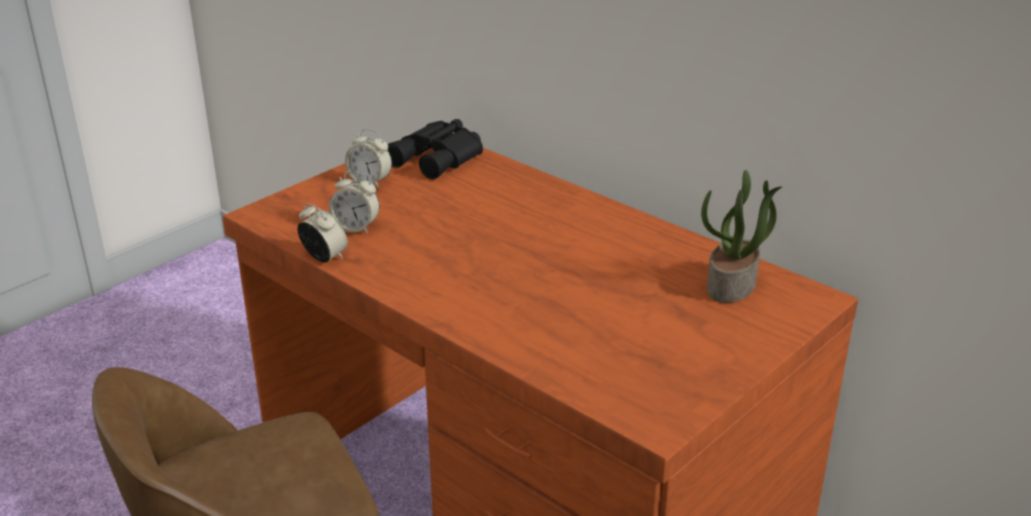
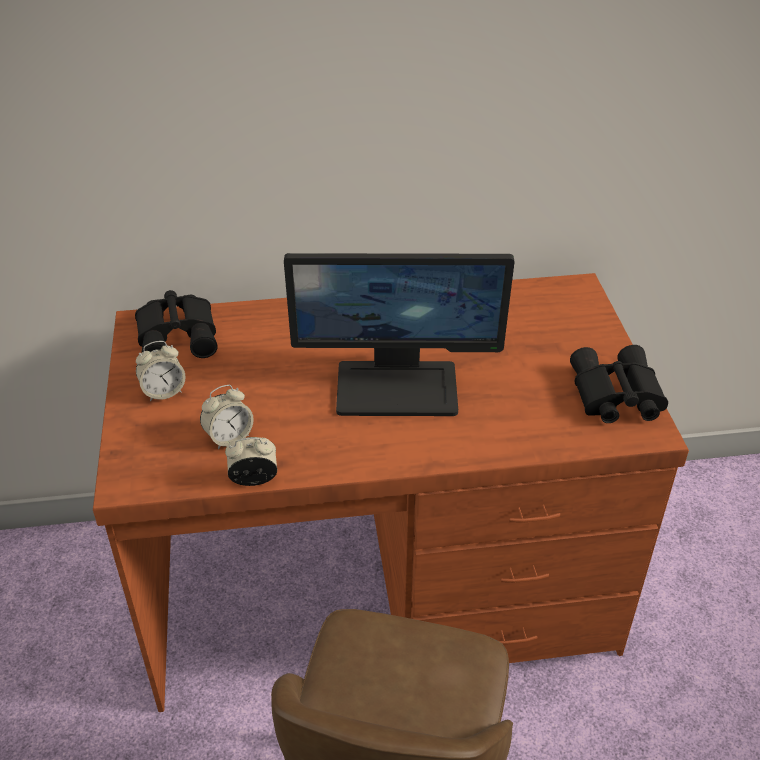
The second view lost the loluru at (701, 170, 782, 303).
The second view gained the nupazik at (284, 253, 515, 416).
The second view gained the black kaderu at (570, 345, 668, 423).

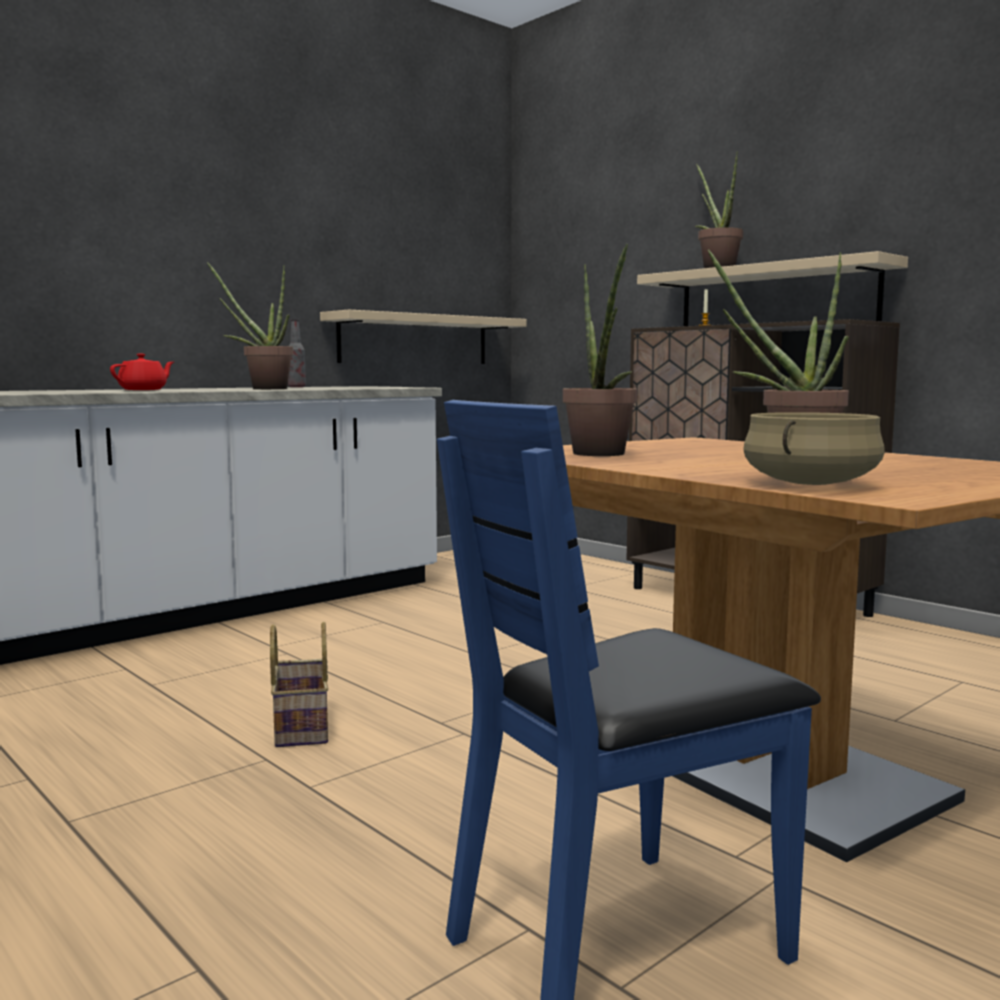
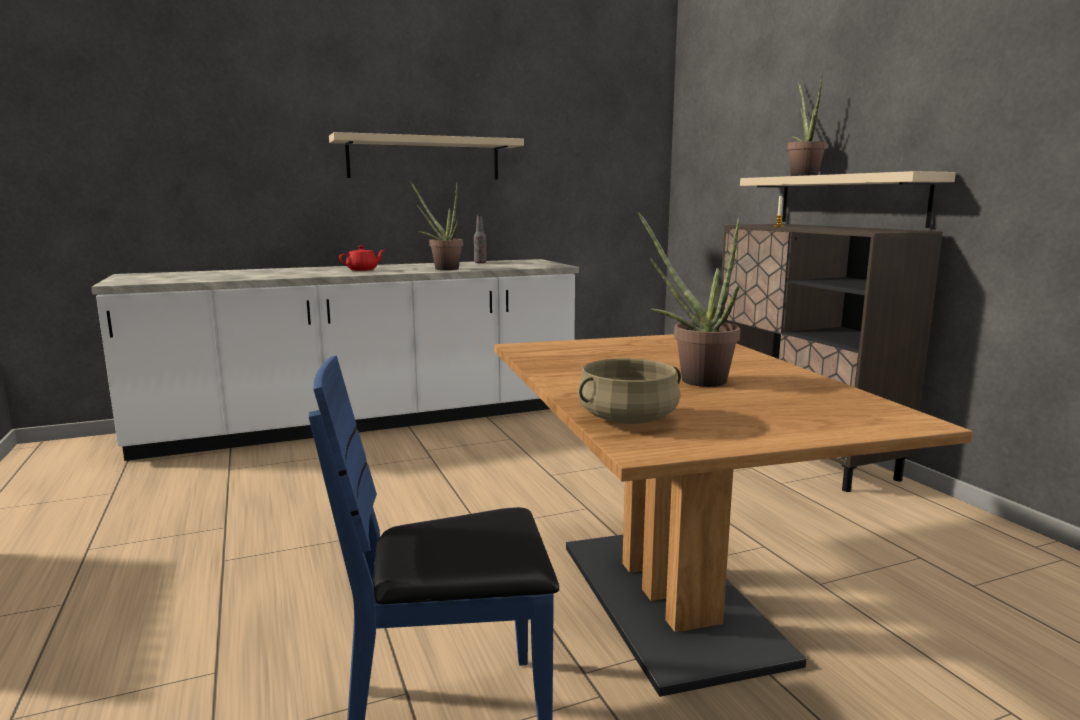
The second view lost the loluru at (562, 244, 637, 456).
The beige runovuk ended up elsewhere, having gone from (320, 310, 527, 364) to (329, 132, 524, 180).
The second view lost the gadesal at (270, 622, 328, 747).

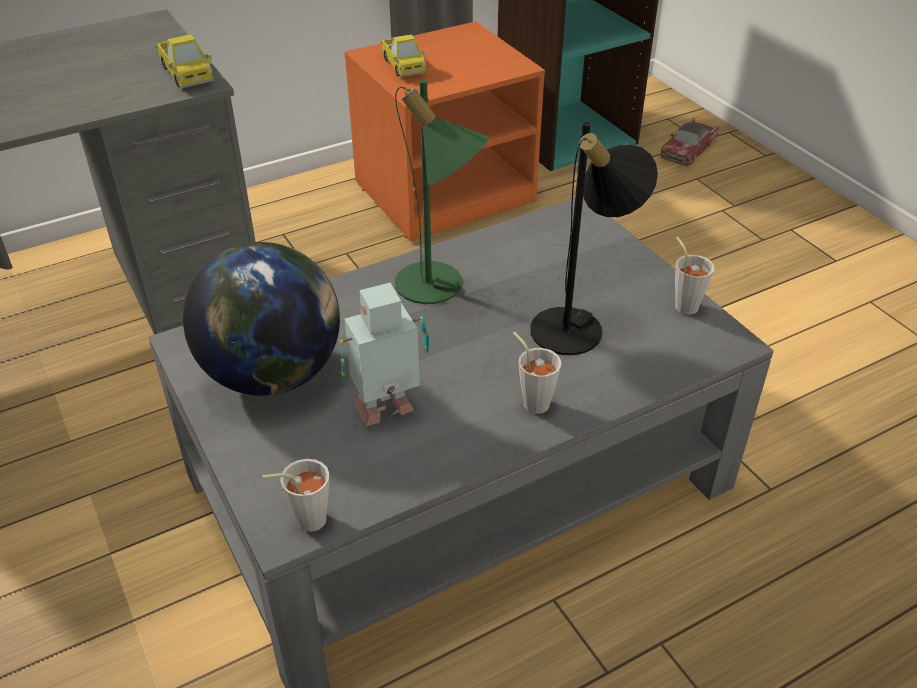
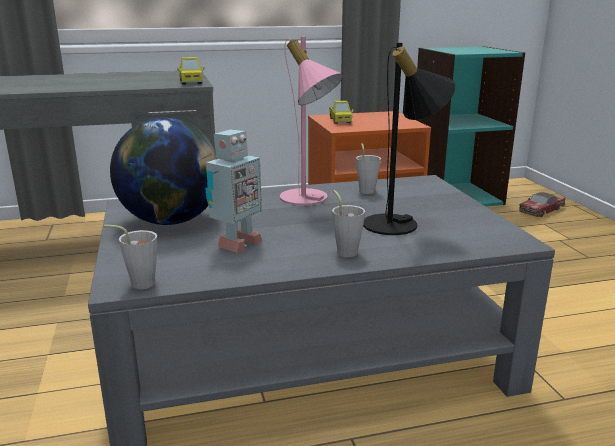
What was the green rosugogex at (395, 80, 489, 304) turned into the pink rosugogex at (280, 36, 343, 205).
The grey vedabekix ended up elsewhere, having gone from (675, 237, 715, 315) to (356, 143, 381, 194).
The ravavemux at (338, 283, 429, 426) ended up facing another way, 135 degrees clockwise from before.

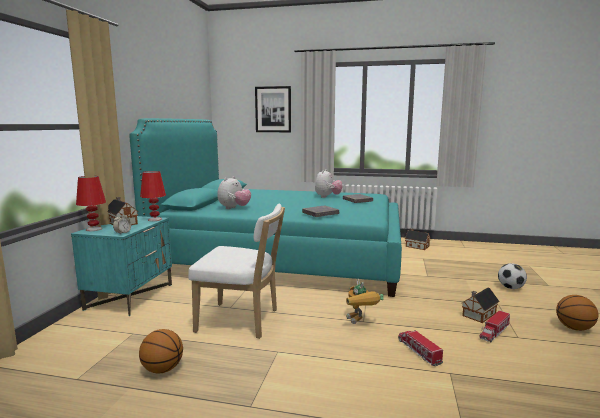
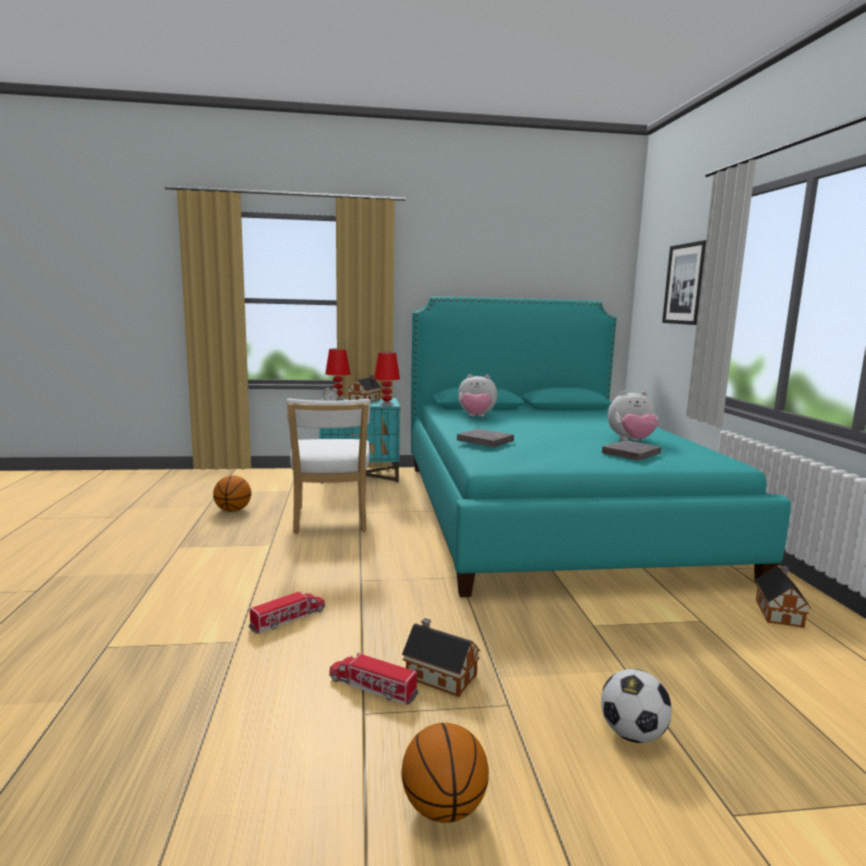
The second view lost the ravavemux at (346, 279, 384, 324).

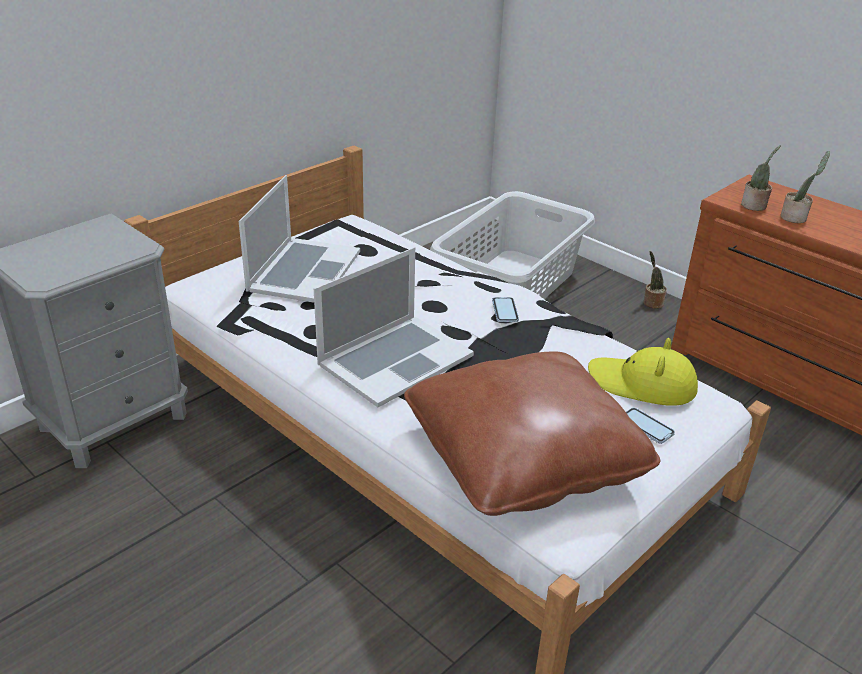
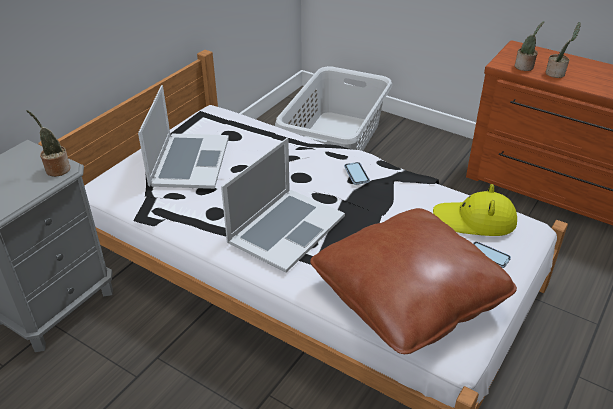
The loluru ended up elsewhere, having gone from (644, 251, 667, 309) to (26, 110, 70, 177).

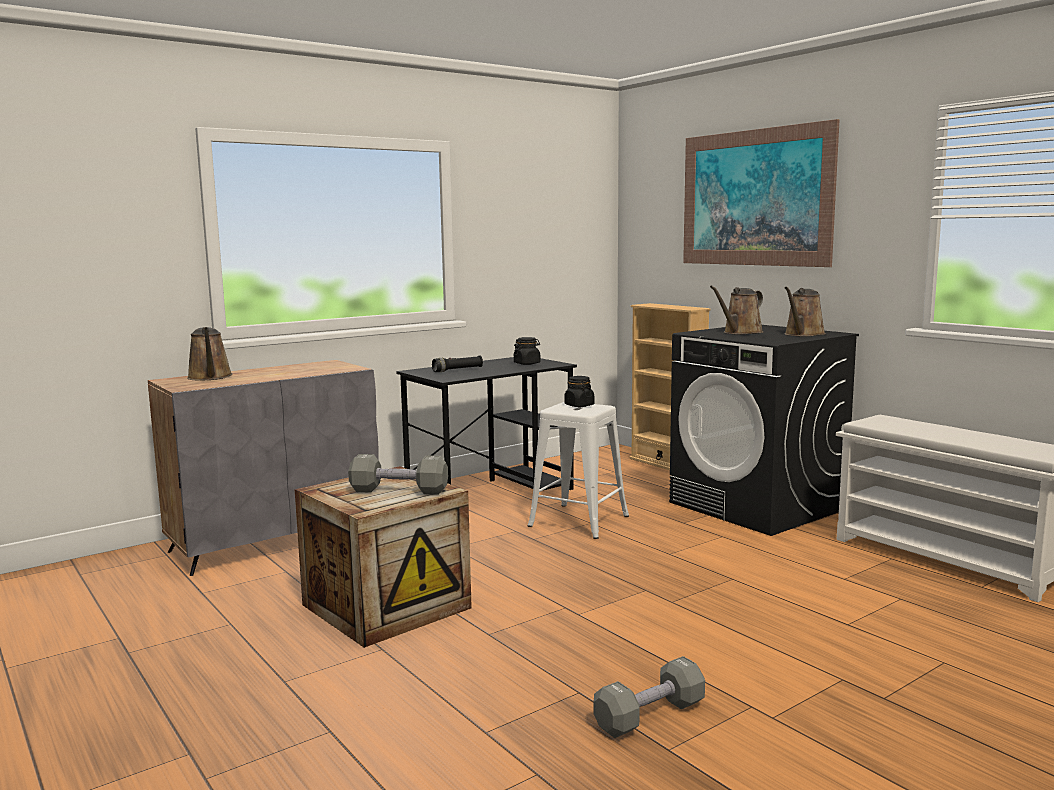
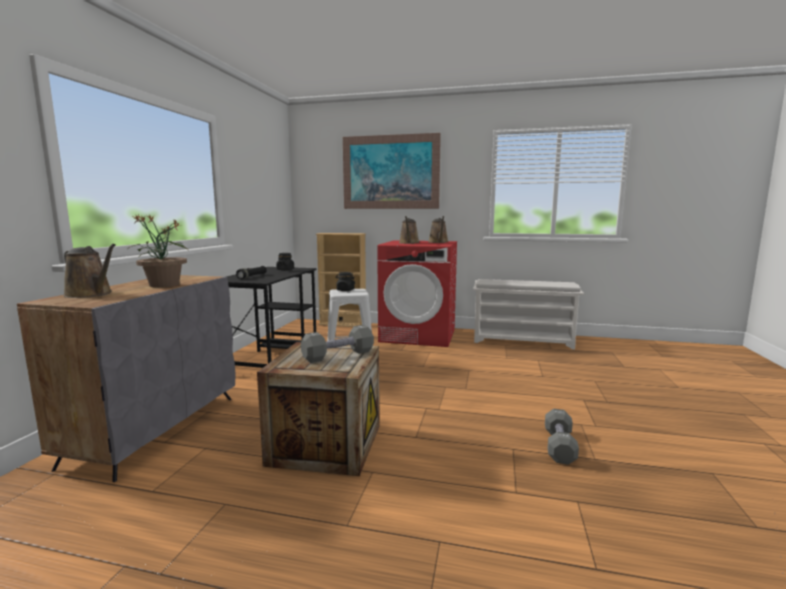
What was the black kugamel at (669, 325, 859, 536) turned into the red kugamel at (377, 240, 457, 347).
The second view gained the loluru at (127, 214, 189, 287).

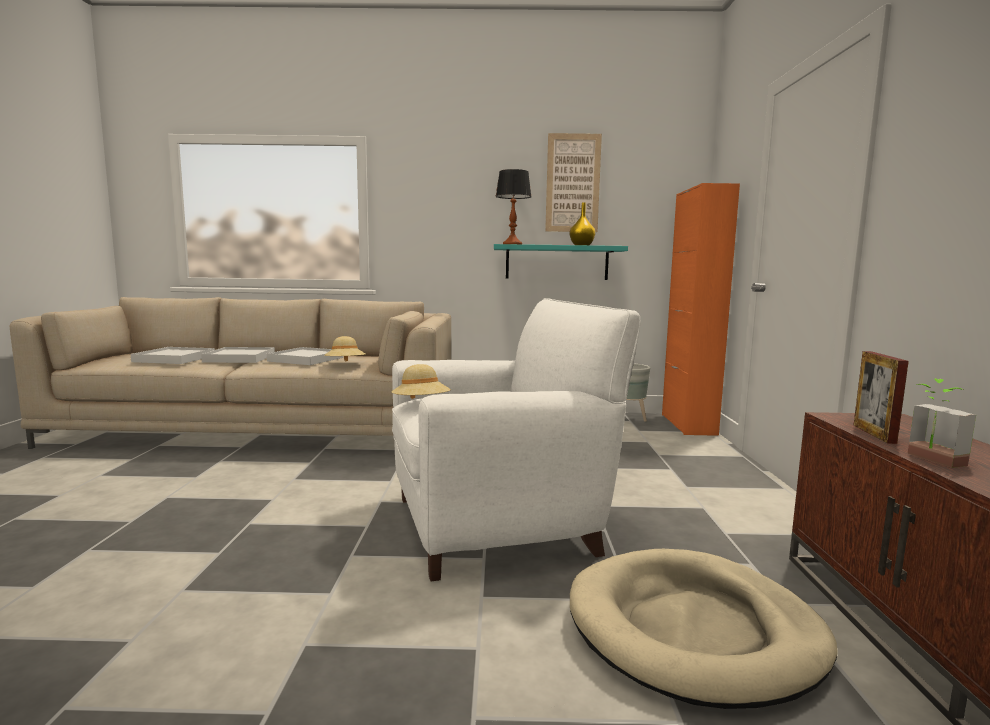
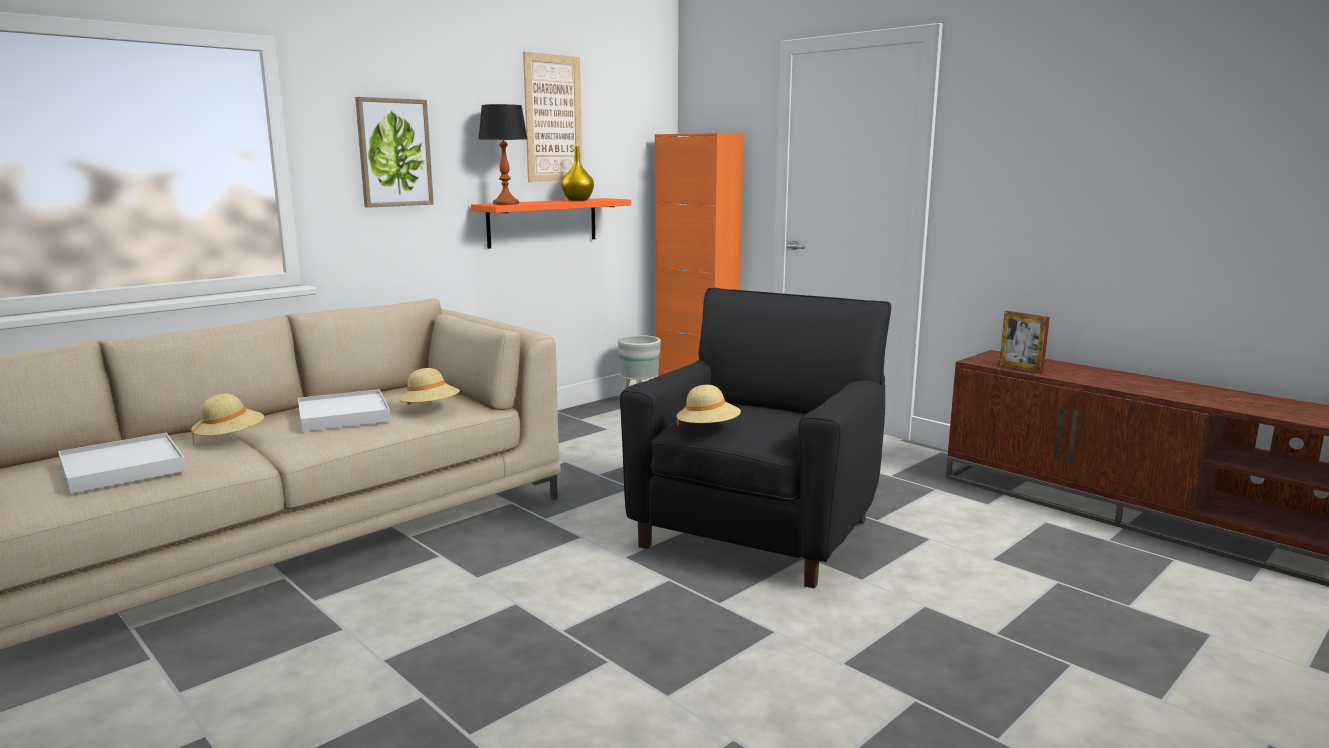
What was the turquoise runovuk at (494, 244, 628, 280) turned into the orange runovuk at (471, 198, 631, 249).
What was the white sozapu at (392, 298, 641, 581) turned into the black sozapu at (620, 288, 891, 588).
Where the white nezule stood at (201, 347, 275, 363), the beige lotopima came to stand at (191, 394, 264, 445).
The second view lost the loluru at (908, 378, 976, 468).
The second view lost the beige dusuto at (570, 549, 838, 709).
The second view gained the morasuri at (355, 97, 434, 208).

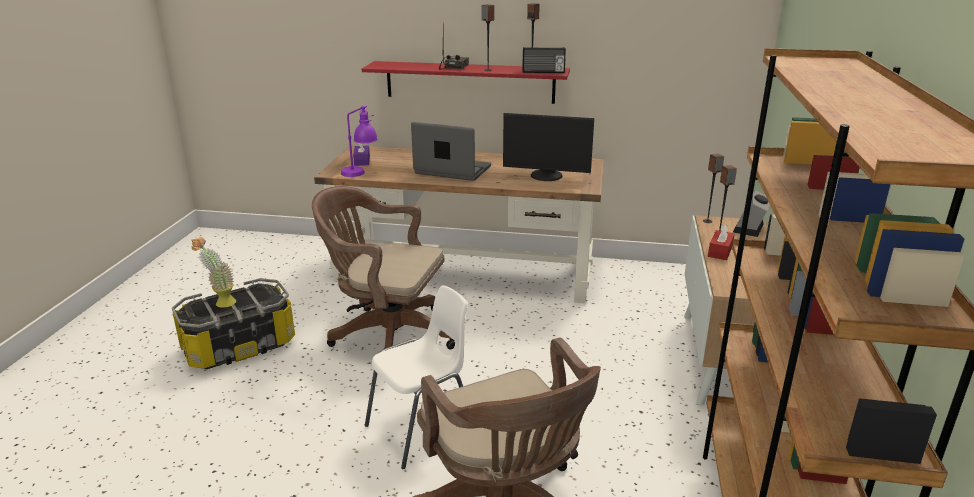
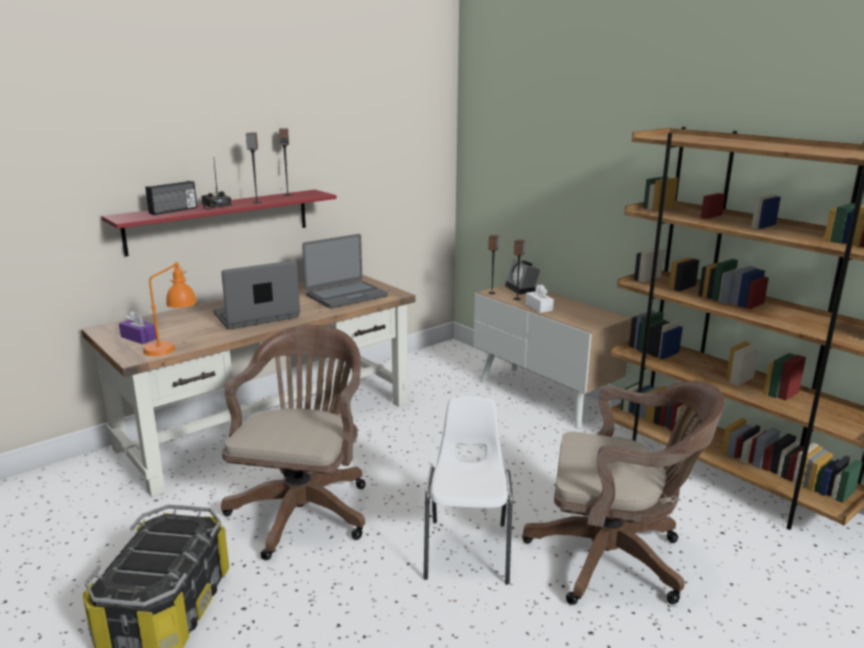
The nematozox ended up elsewhere, having gone from (522, 47, 566, 73) to (145, 181, 197, 215).
What was the purple rosugogex at (341, 106, 378, 177) turned into the orange rosugogex at (143, 262, 197, 356).
Where the nupazik stood at (503, 113, 594, 181), the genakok came to stand at (302, 234, 388, 309).
The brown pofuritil at (312, 186, 455, 350) ended up facing another way, 135 degrees clockwise from before.
What was the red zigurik at (708, 225, 735, 260) turned into the white zigurik at (525, 284, 554, 313).
The second view lost the loluru at (192, 237, 236, 308).

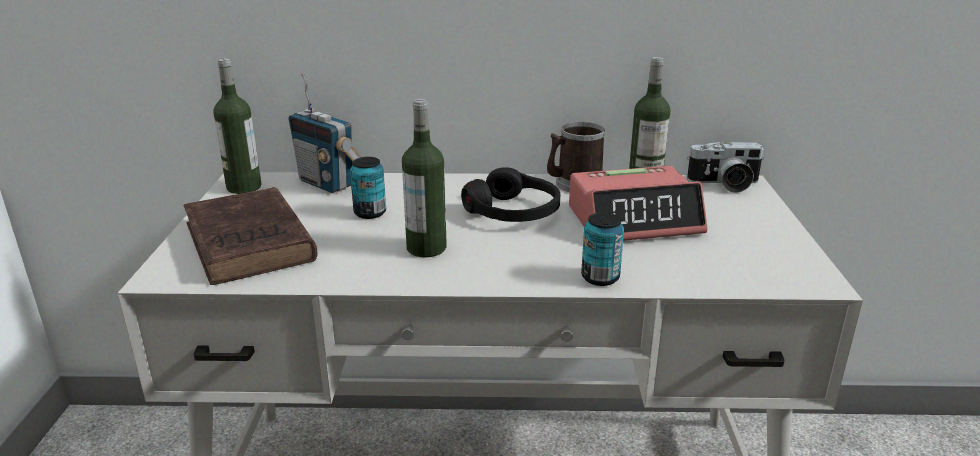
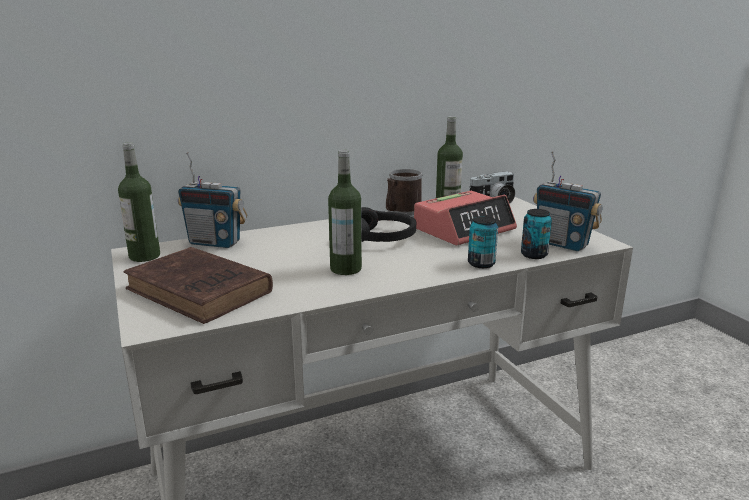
The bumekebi ended up elsewhere, having gone from (350, 157, 386, 219) to (521, 209, 552, 259).
The second view gained the nematozox at (533, 152, 603, 251).

